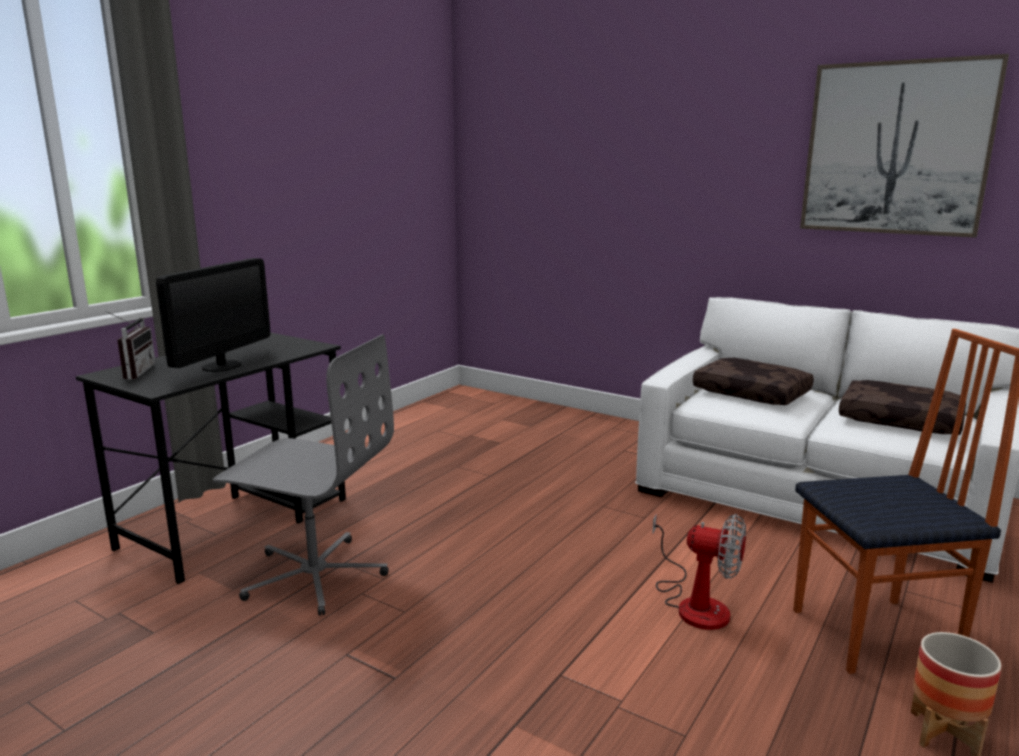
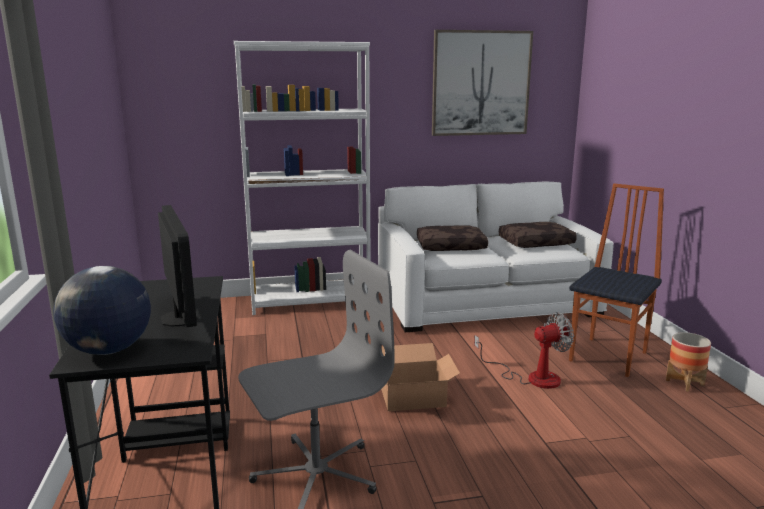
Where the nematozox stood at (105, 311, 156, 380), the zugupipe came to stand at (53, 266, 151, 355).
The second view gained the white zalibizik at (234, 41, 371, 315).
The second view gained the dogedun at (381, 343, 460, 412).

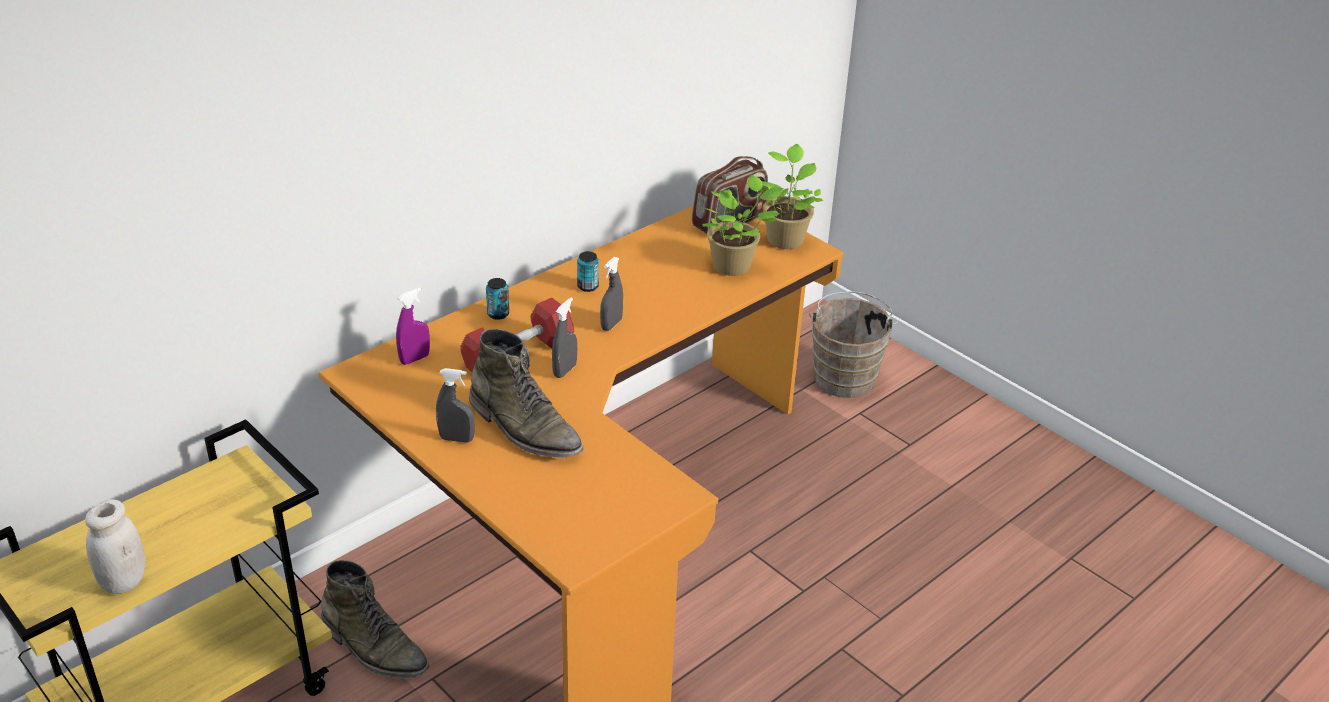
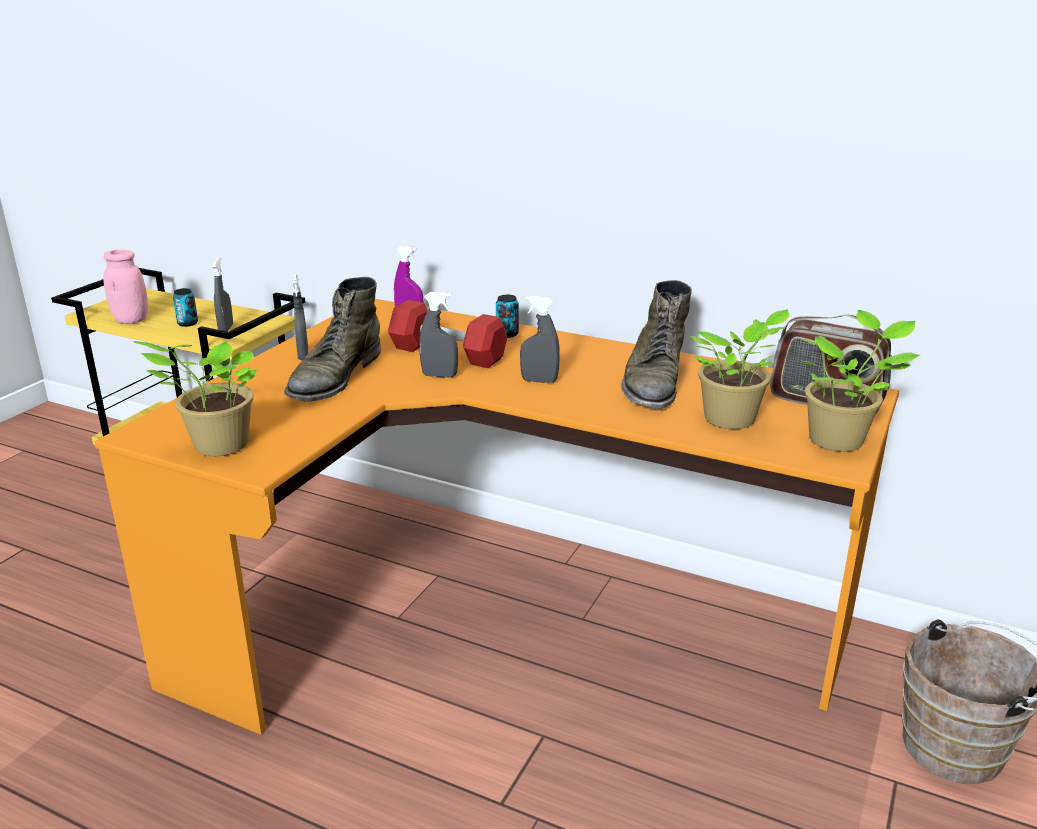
The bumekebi ended up elsewhere, having gone from (577, 251, 599, 292) to (173, 288, 198, 327).
What was the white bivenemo at (85, 499, 145, 594) turned into the pink bivenemo at (103, 250, 148, 324).
The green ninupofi ended up elsewhere, having gone from (321, 560, 429, 678) to (621, 280, 692, 409).
The second view gained the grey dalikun at (212, 257, 233, 332).
The second view gained the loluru at (133, 341, 257, 456).

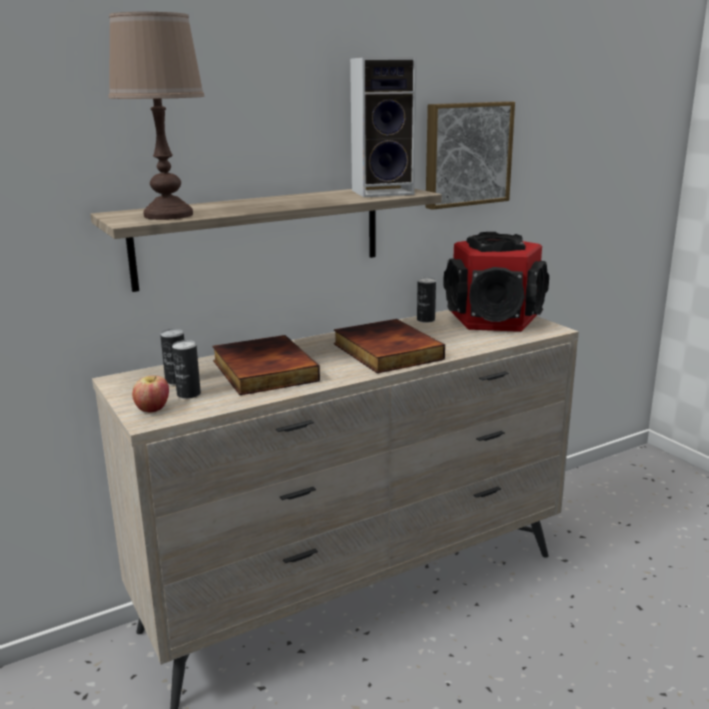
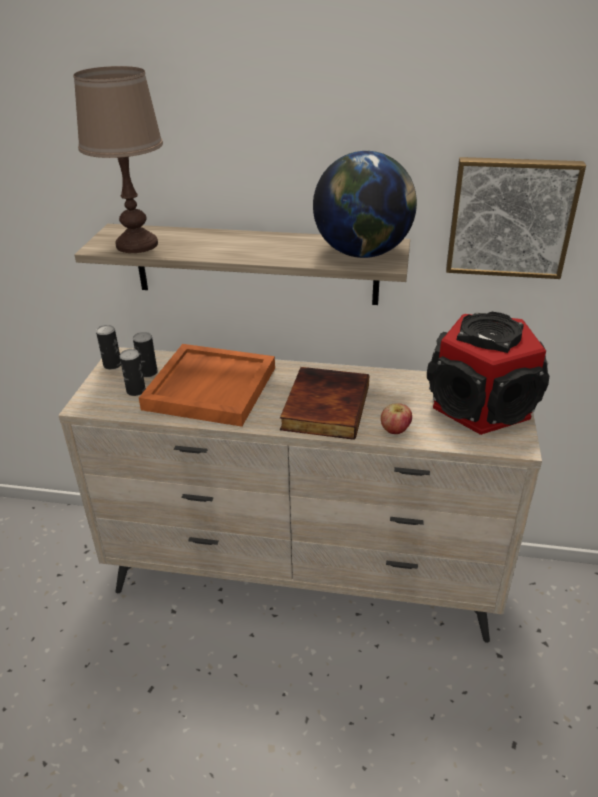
Where the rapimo stood at (350, 57, 417, 197), the zugupipe came to stand at (313, 151, 417, 258).
The bumekebi ended up elsewhere, having gone from (417, 277, 436, 323) to (96, 325, 121, 370).
Where the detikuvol stood at (212, 335, 320, 395), the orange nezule came to stand at (139, 344, 275, 427).
The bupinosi ended up elsewhere, having gone from (132, 376, 169, 412) to (381, 403, 412, 434).

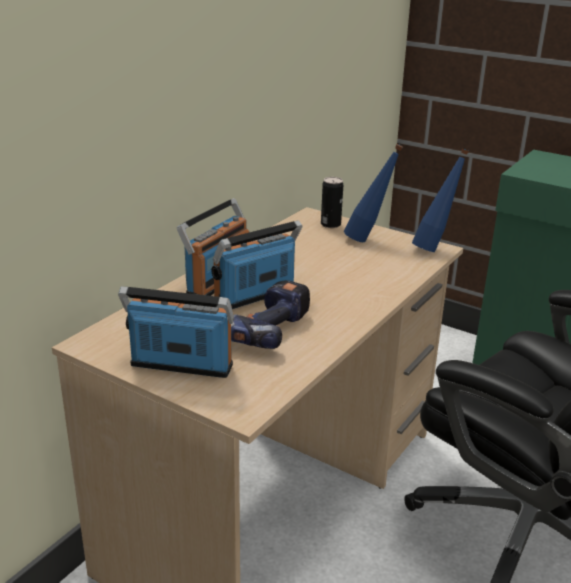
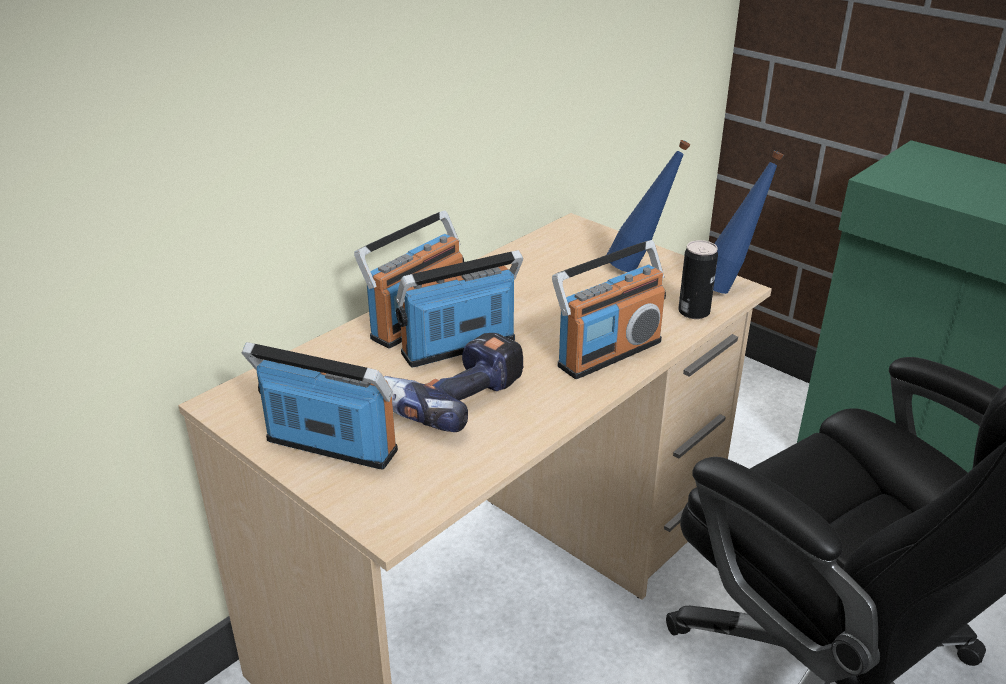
The bumekebi ended up elsewhere, having gone from (321, 177, 343, 228) to (678, 240, 718, 319).
The second view gained the nematozox at (552, 240, 666, 379).

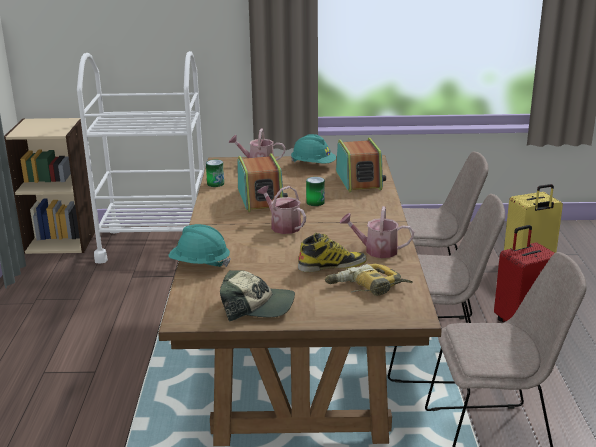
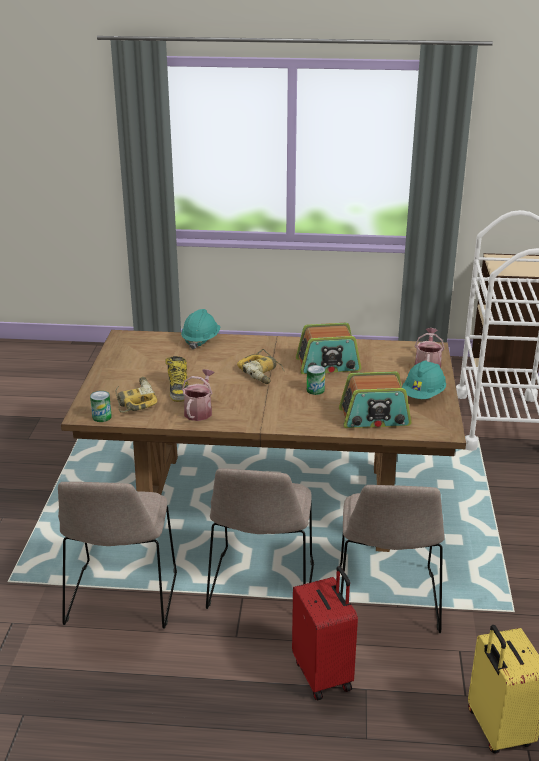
The bumekebi ended up elsewhere, having gone from (206, 160, 224, 187) to (90, 391, 112, 422).
Where the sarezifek stood at (257, 186, 306, 234), the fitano came to stand at (237, 349, 284, 384).
The second view lost the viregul at (220, 270, 295, 321).

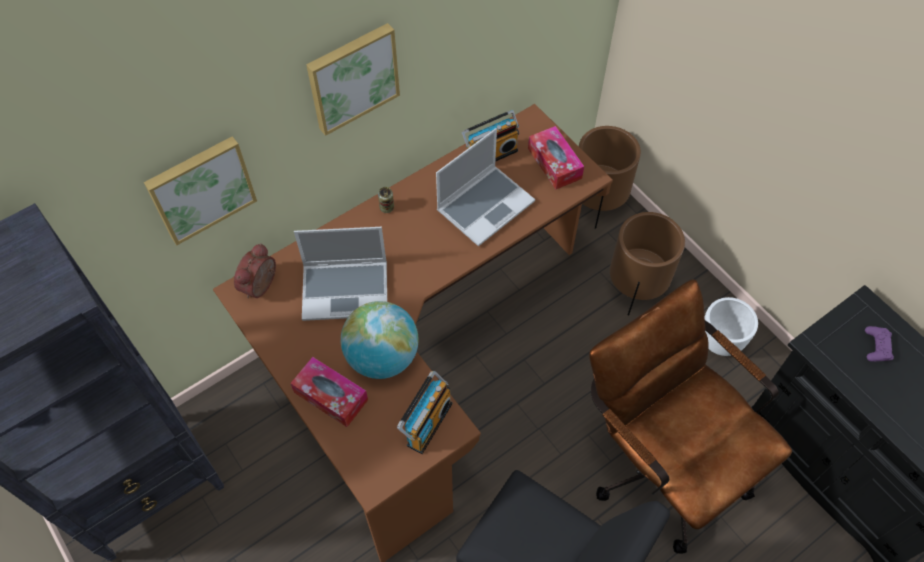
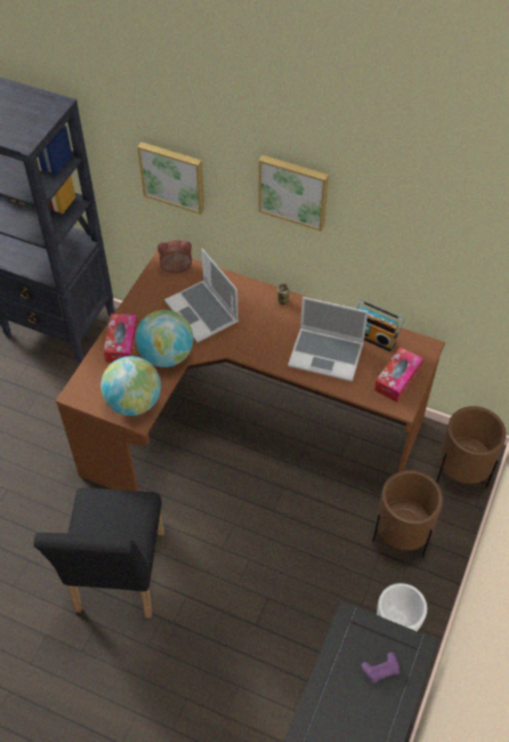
The second view lost the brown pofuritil at (589, 279, 792, 554).
Where the nematozox stood at (397, 371, 452, 454), the zugupipe came to stand at (101, 356, 161, 416).

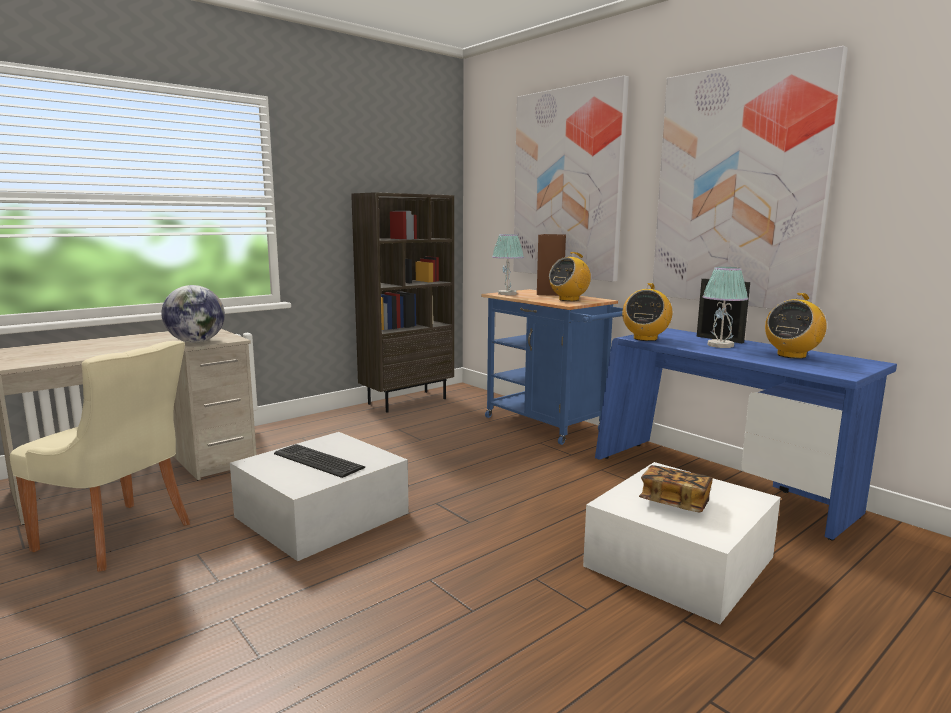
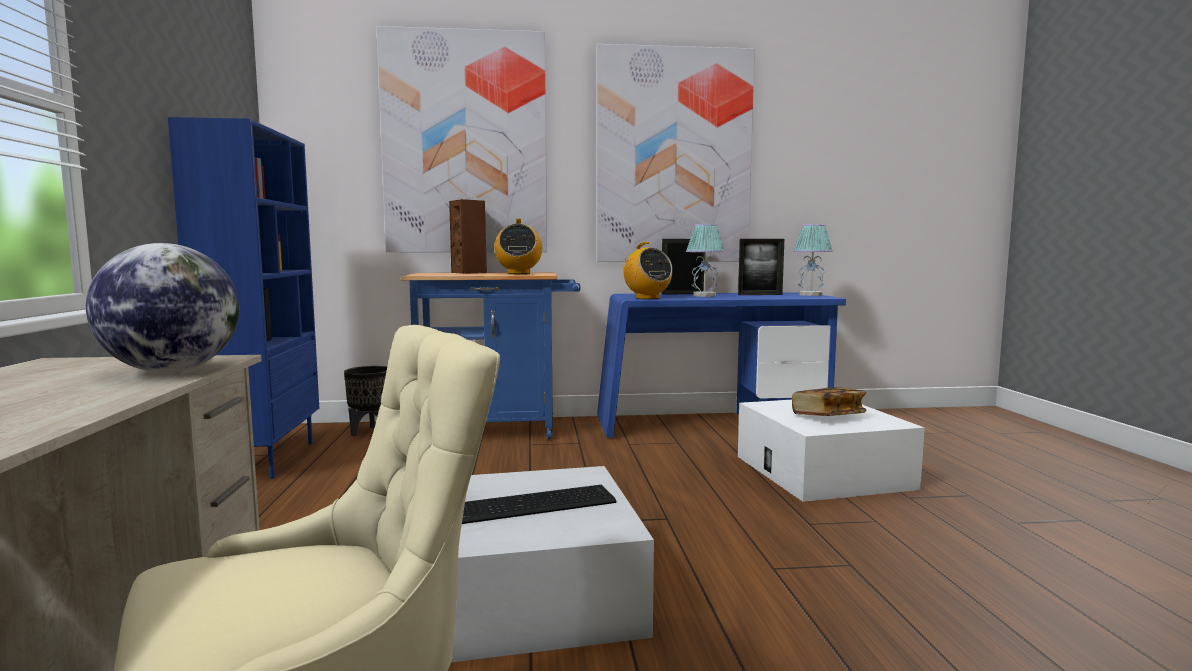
What was the brown zalibizik at (351, 192, 454, 413) turned into the blue zalibizik at (168, 117, 319, 479).
The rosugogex ended up elsewhere, having gone from (492, 234, 524, 295) to (793, 224, 833, 296).
Where the nematozox stood at (765, 293, 827, 359), the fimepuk came to stand at (738, 239, 784, 295).
The second view gained the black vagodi at (344, 366, 387, 436).

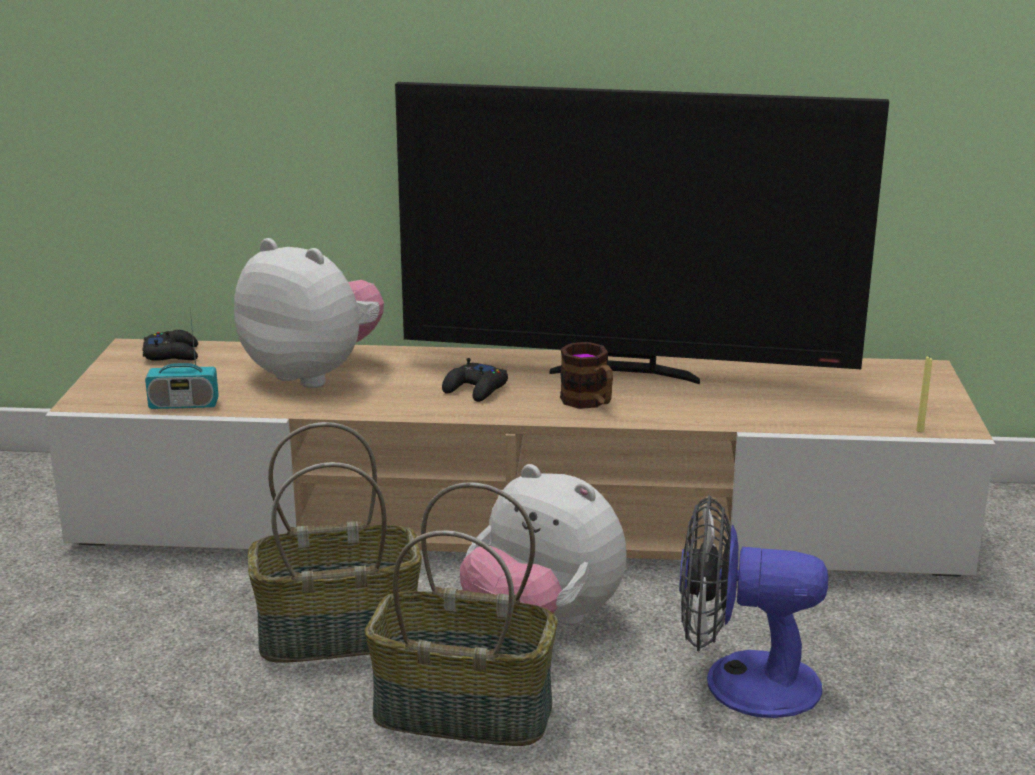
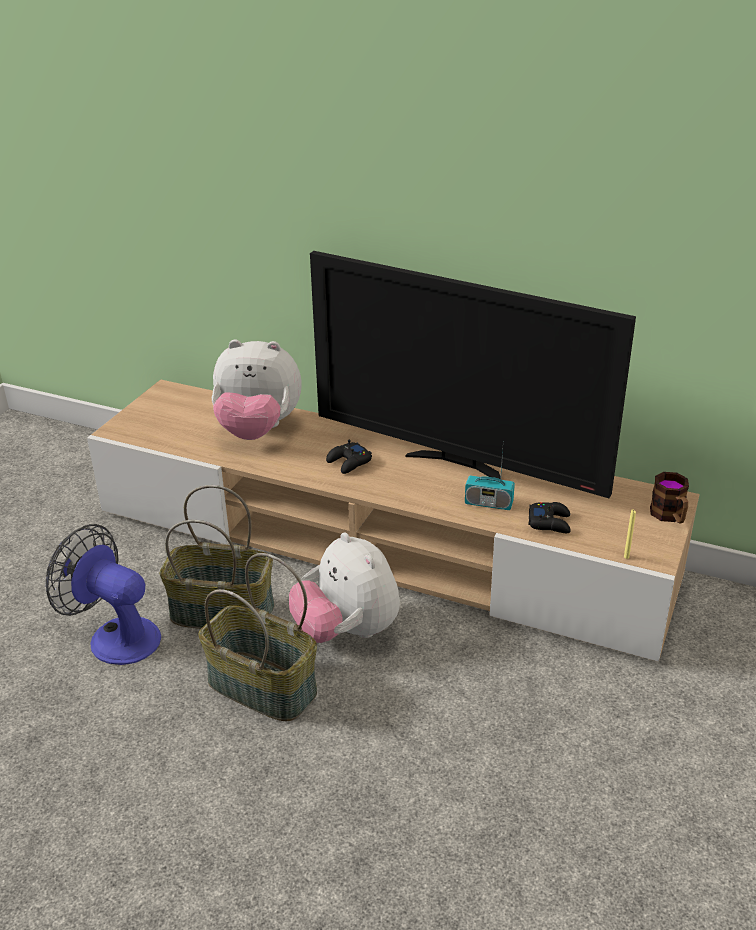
The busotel at (234, 238, 384, 388) ended up facing another way, 135 degrees clockwise from before.
The nematozox ended up elsewhere, having gone from (145, 311, 219, 409) to (465, 450, 515, 510).
The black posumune ended up elsewhere, having gone from (142, 330, 198, 361) to (529, 502, 571, 533).
The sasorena ended up elsewhere, having gone from (560, 342, 613, 409) to (650, 472, 689, 523).
The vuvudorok ended up elsewhere, having gone from (679, 496, 829, 718) to (46, 524, 161, 665).

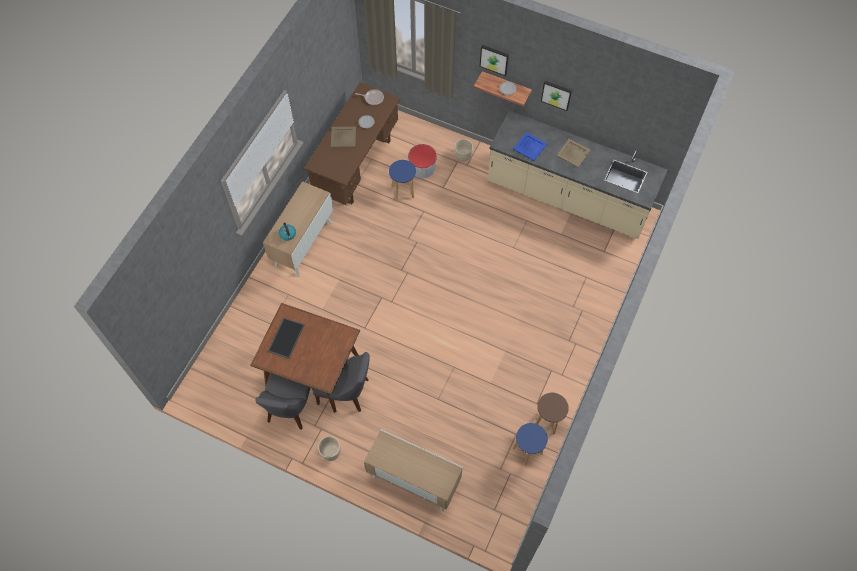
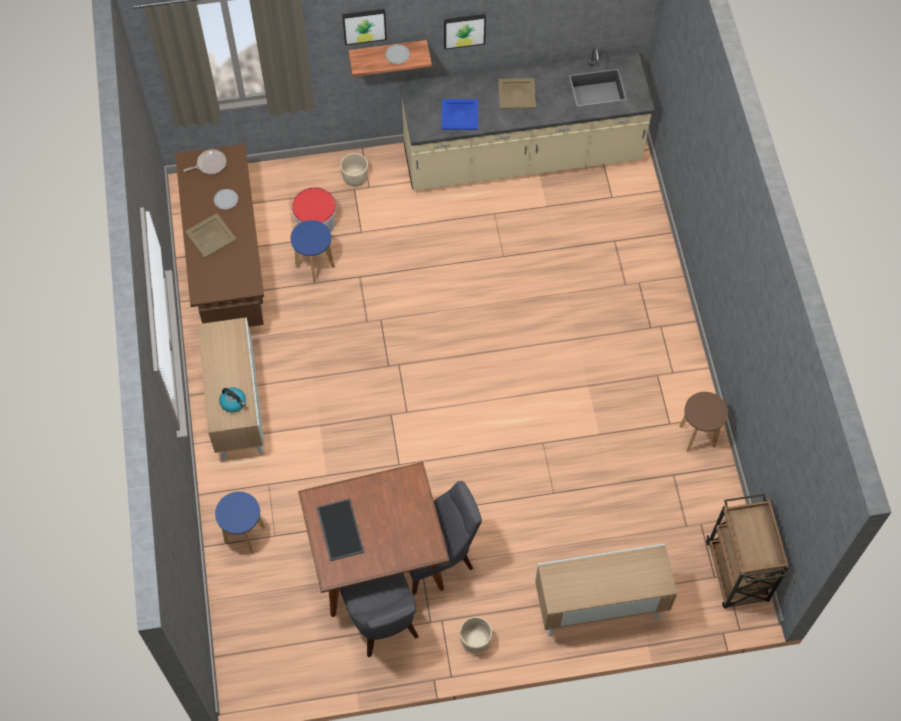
The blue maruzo ended up elsewhere, having gone from (513, 423, 548, 466) to (215, 492, 265, 554).
The second view gained the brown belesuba at (706, 494, 789, 609).

